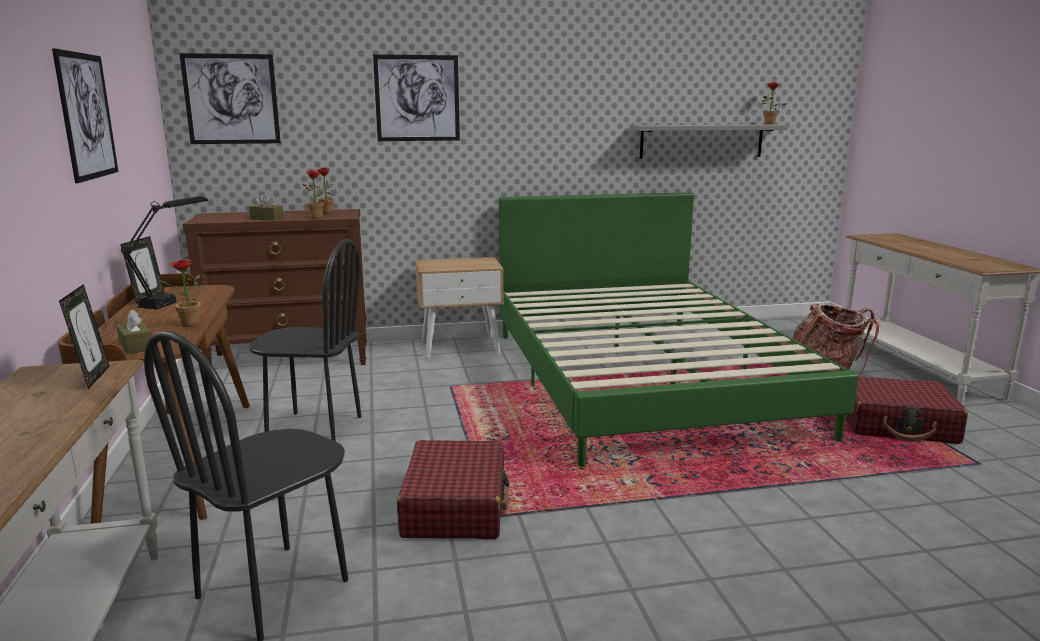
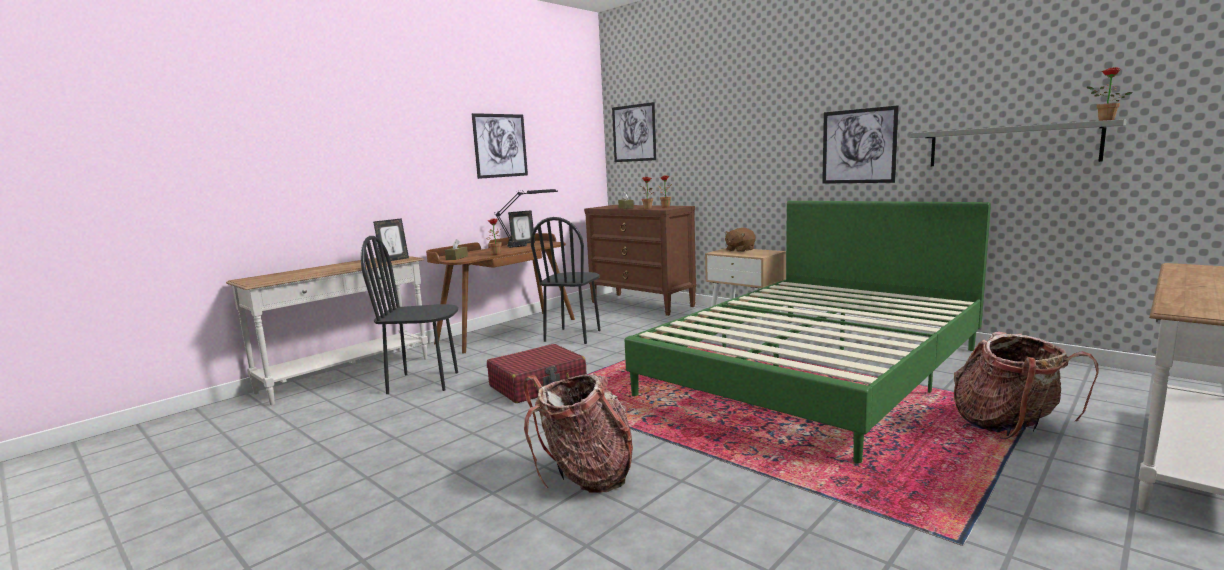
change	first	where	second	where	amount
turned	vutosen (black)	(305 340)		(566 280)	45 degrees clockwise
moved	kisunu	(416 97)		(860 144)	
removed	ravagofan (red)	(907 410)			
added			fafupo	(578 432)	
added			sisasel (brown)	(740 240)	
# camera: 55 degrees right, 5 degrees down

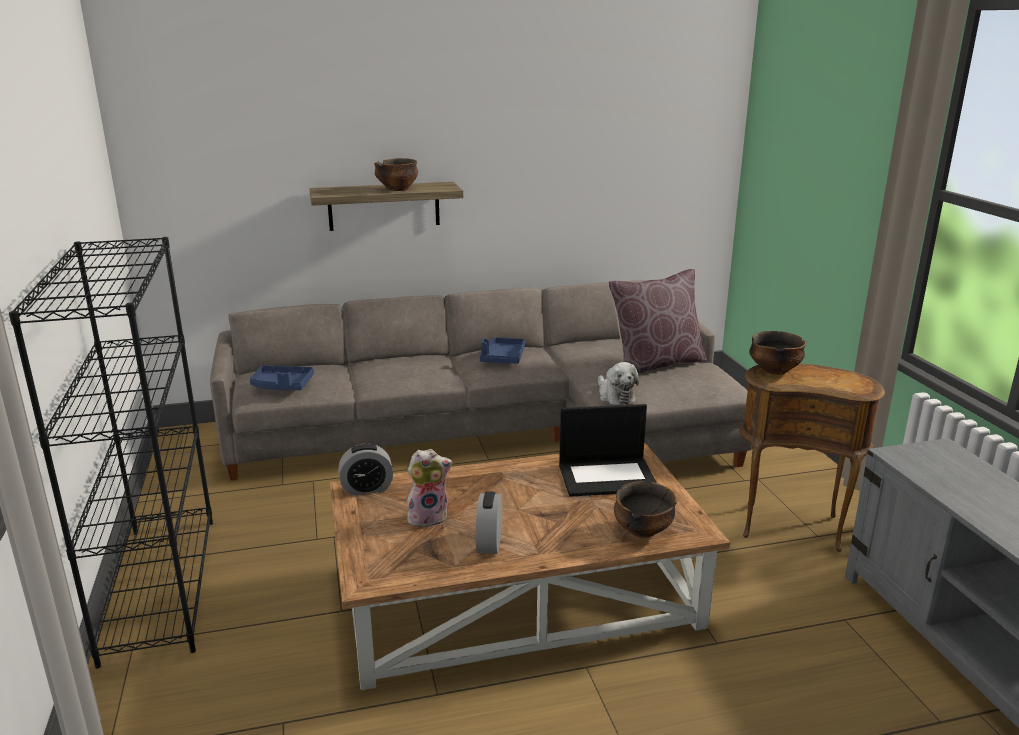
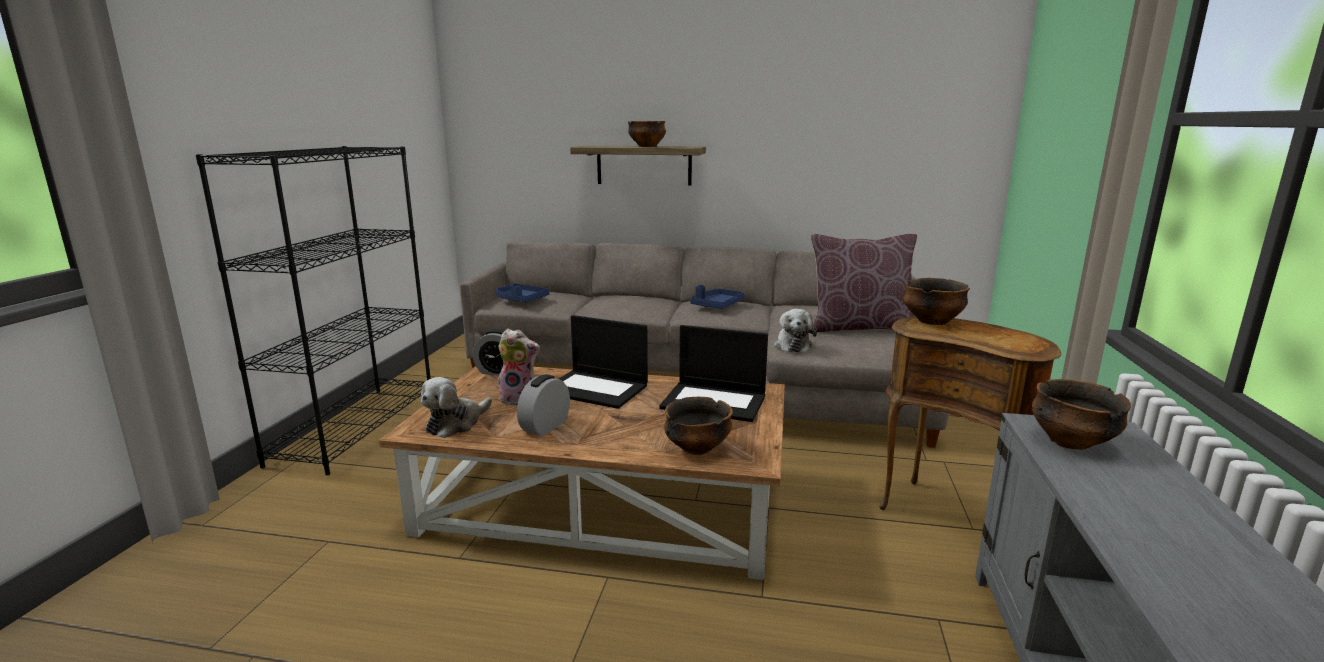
change	first	where	second	where	amount
added			sisasel	(456 407)	
added			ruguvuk	(603 362)	
added			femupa	(1081 414)	
# camera: 25 degrees right, 5 degrees down

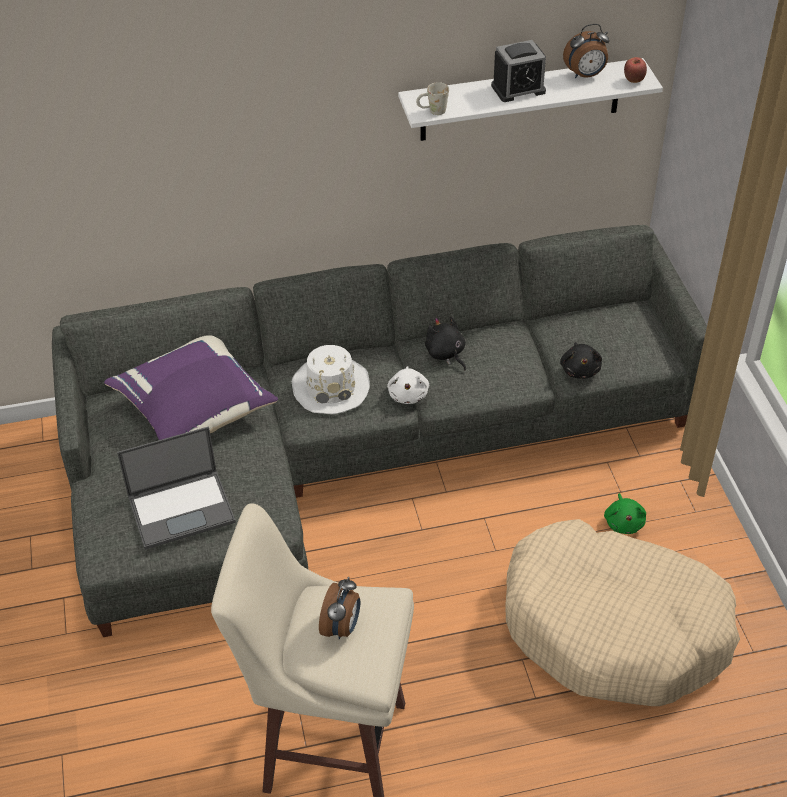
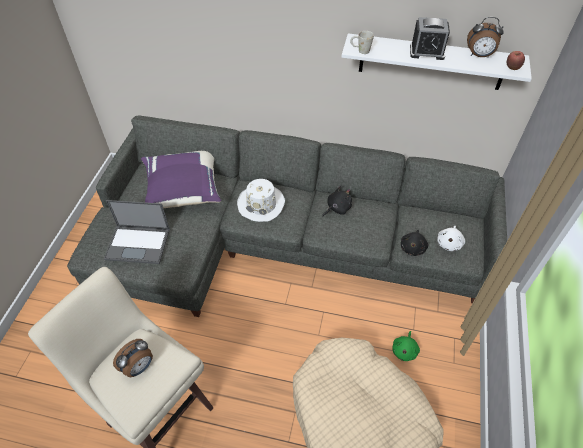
change	first	where	second	where	amount
moved	sisasel (white)	(408 385)		(451 238)	
turned	sisasel (black)	(445 343)		(337 201)	60 degrees clockwise
# camera: 25 degrees right, 5 degrees up

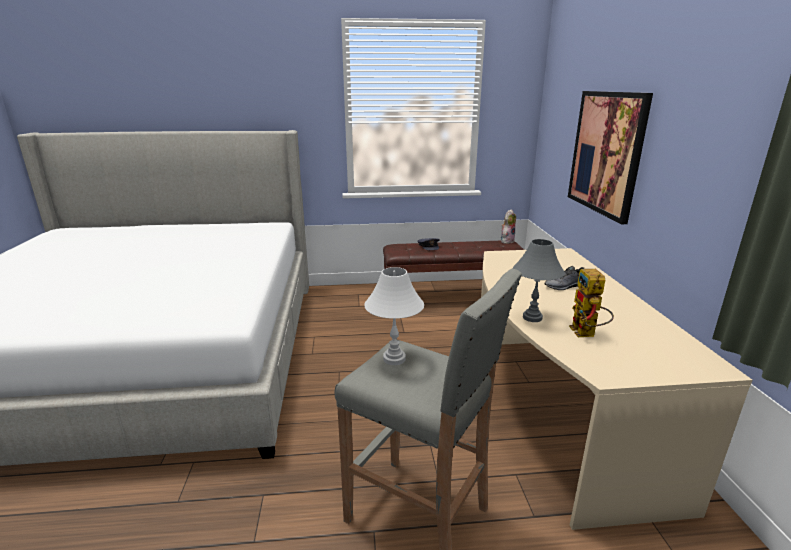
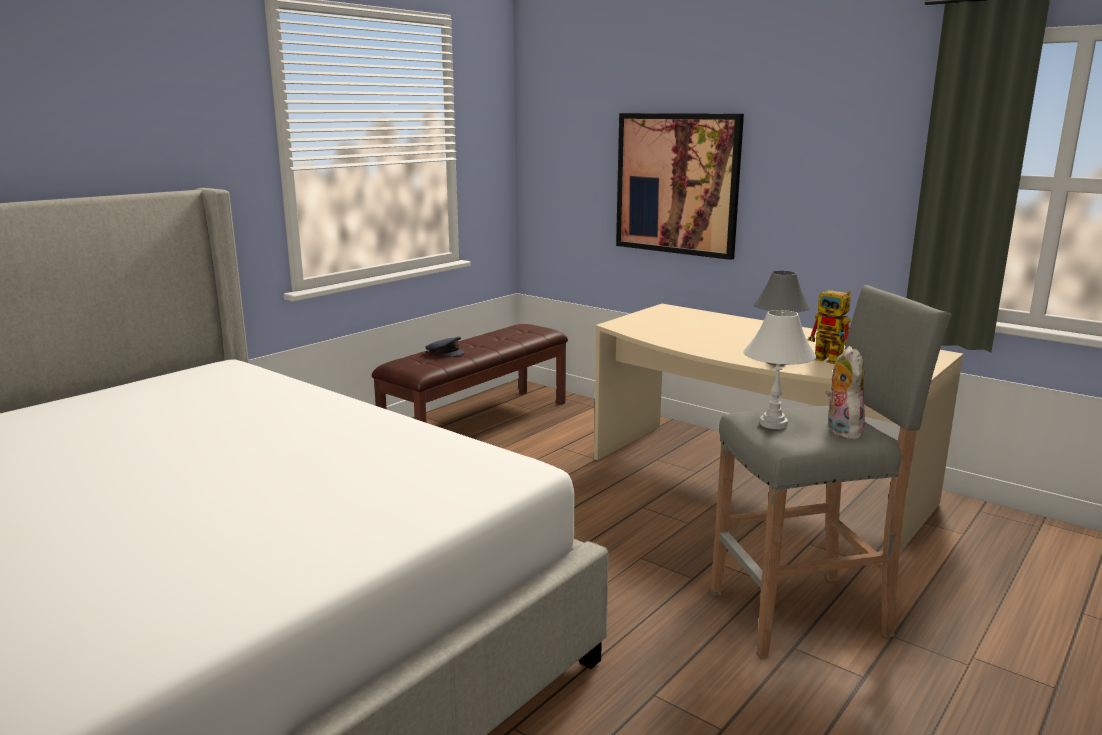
change	first	where	second	where	amount
moved	sisasel	(508 226)		(845 393)	
removed	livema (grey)	(564 278)			
# camera: 45 degrees left, 5 degrees down

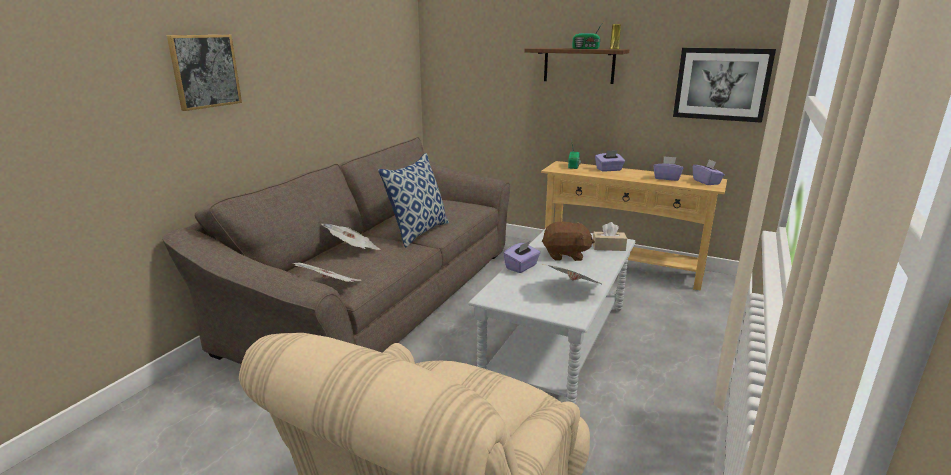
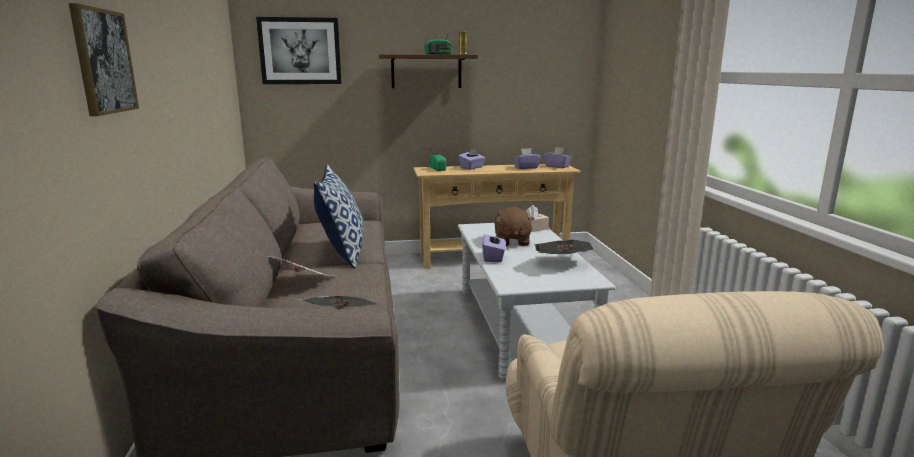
change	first	where	second	where	amount
turned	sisasel (brown)	(568 241)		(515 226)	120 degrees clockwise
moved	kisunu	(724 85)		(299 50)	
# camera: 35 degrees left, 5 degrees down

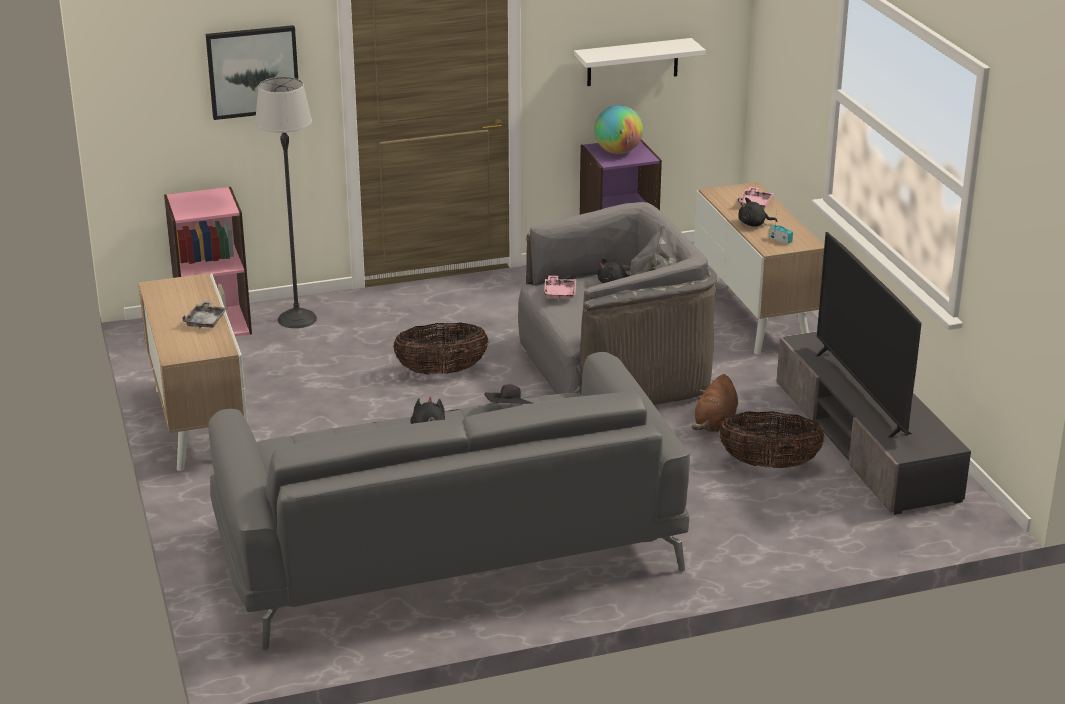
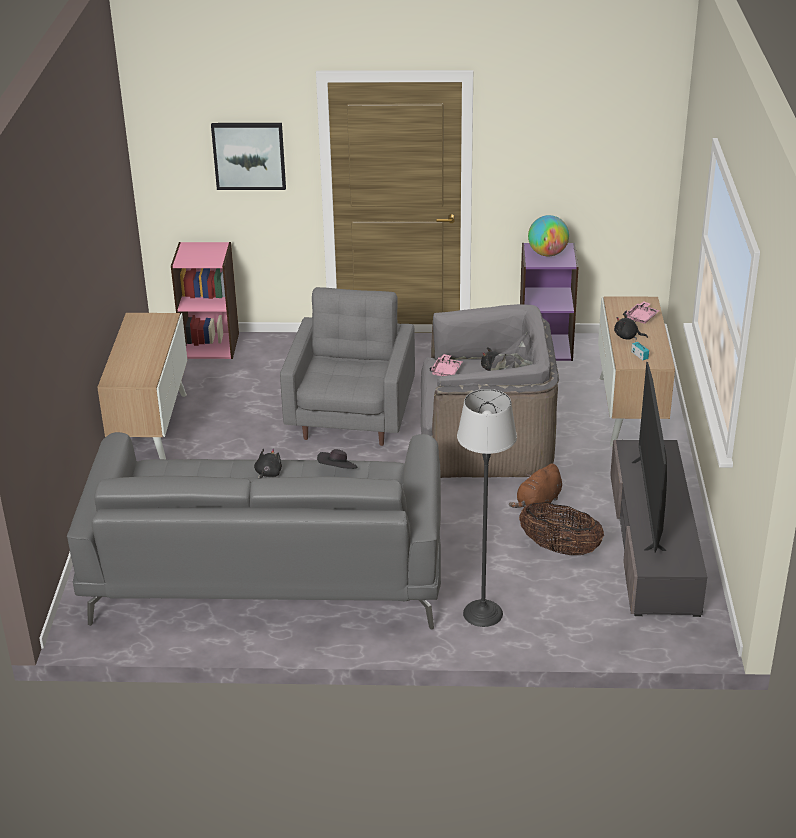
change	first	where	second	where	amount
removed	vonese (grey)	(204 314)			
moved	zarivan	(286 202)		(487 508)	
replaced	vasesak	(441 348)	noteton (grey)	(347 366)	
removed	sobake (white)	(640 62)			
# camera: 20 degrees right, 5 degrees up

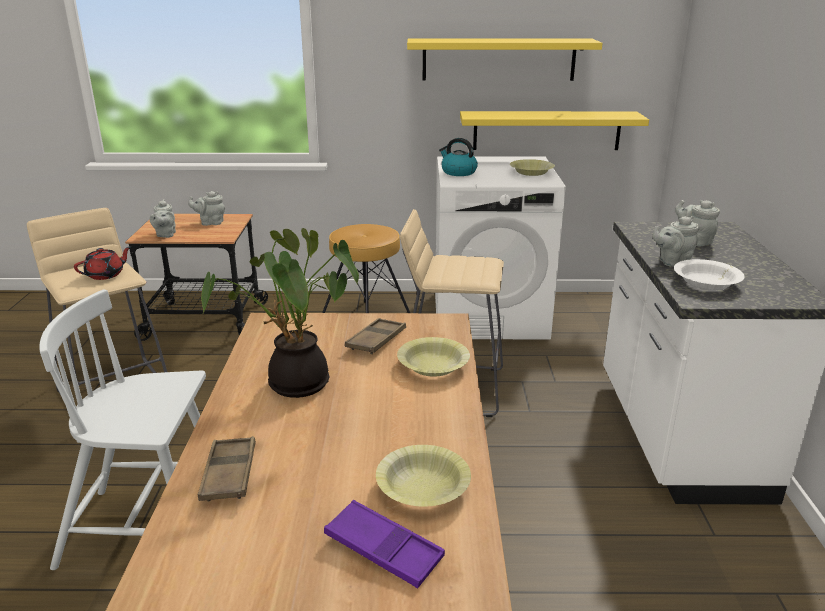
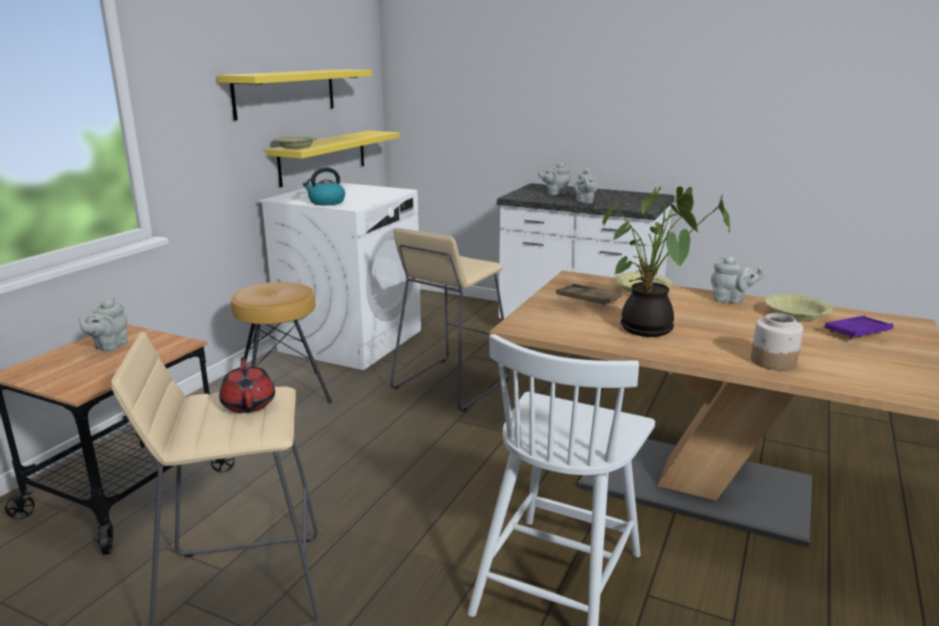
change	first	where	second	where	amount
moved	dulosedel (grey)	(163 218)		(737 279)	
replaced	vonese (brown)	(227 469)	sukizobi	(777 342)	
moved	femupa (yellow)	(532 167)		(295 142)	
removed	femupa (white)	(709 274)			
# camera: 65 degrees left, 5 degrees down

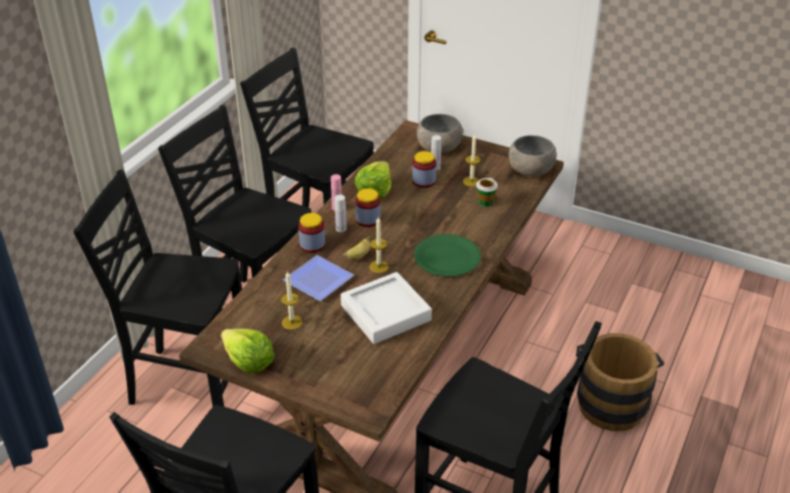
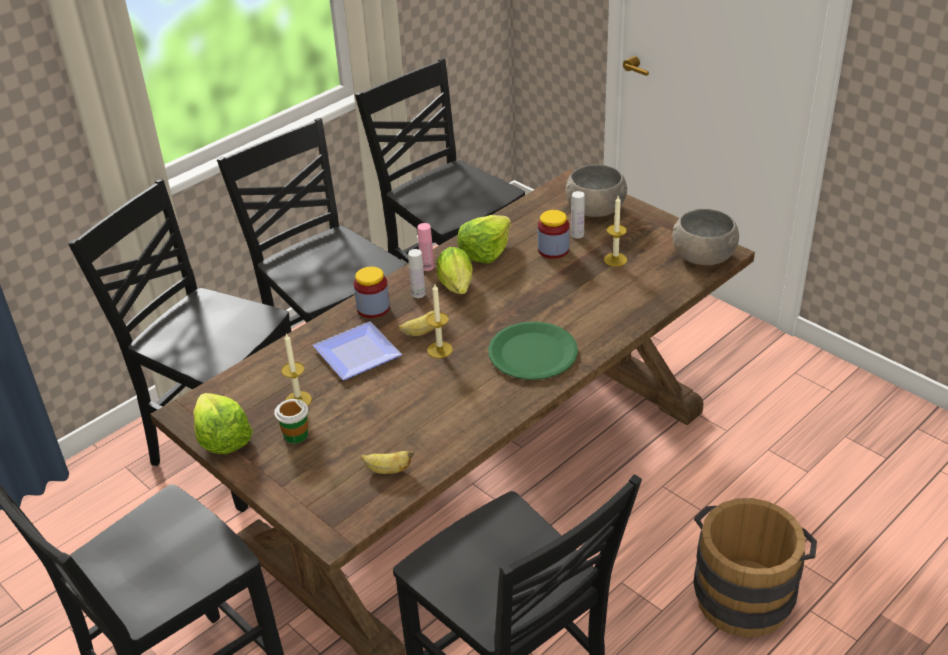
change	first	where	second	where	amount
removed	vonese (white)	(386 308)			
replaced	sukizobi	(368 207)	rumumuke	(455 270)	
moved	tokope	(487 192)		(291 421)	
added			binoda	(387 462)	
# camera: 20 degrees right, 0 degrees up

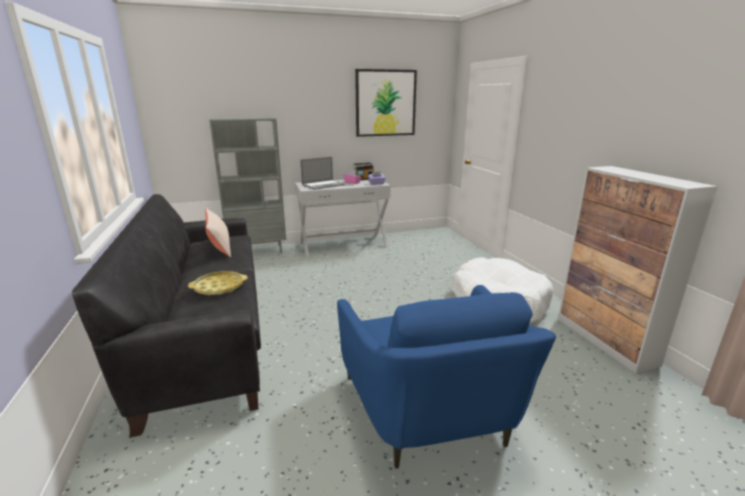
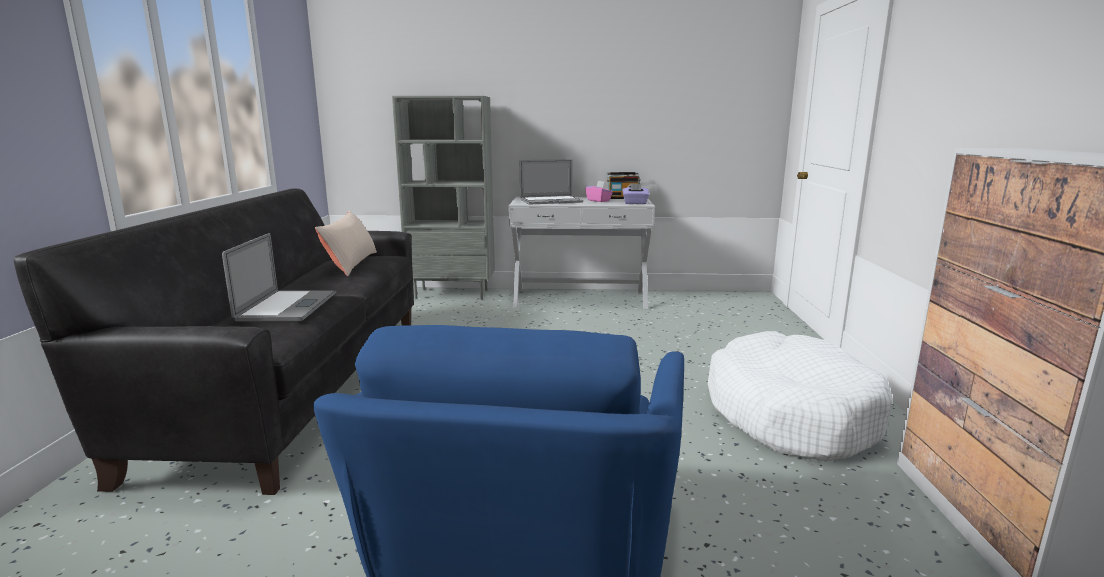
change	first	where	second	where	amount
replaced	vonese (yellow)	(218 283)	ruguvuk	(279 277)	
removed	kisunu	(386 103)			
# camera: 20 degrees right, 5 degrees down

